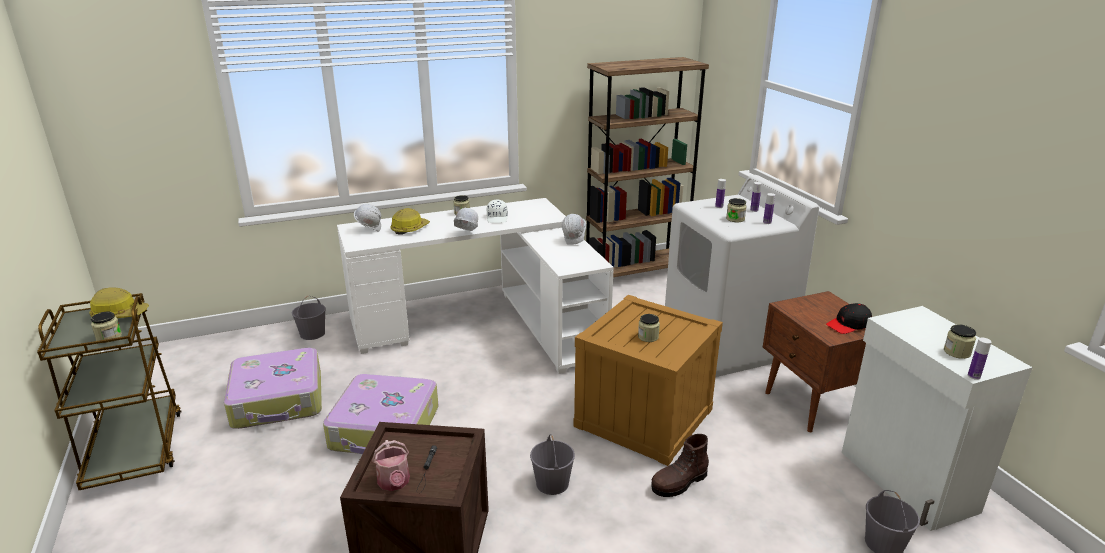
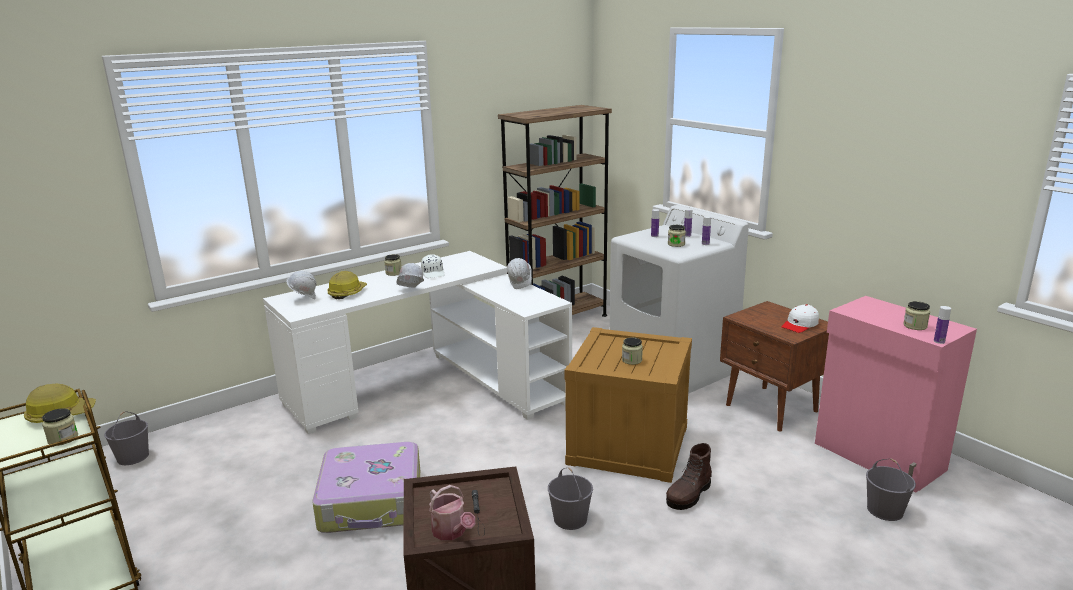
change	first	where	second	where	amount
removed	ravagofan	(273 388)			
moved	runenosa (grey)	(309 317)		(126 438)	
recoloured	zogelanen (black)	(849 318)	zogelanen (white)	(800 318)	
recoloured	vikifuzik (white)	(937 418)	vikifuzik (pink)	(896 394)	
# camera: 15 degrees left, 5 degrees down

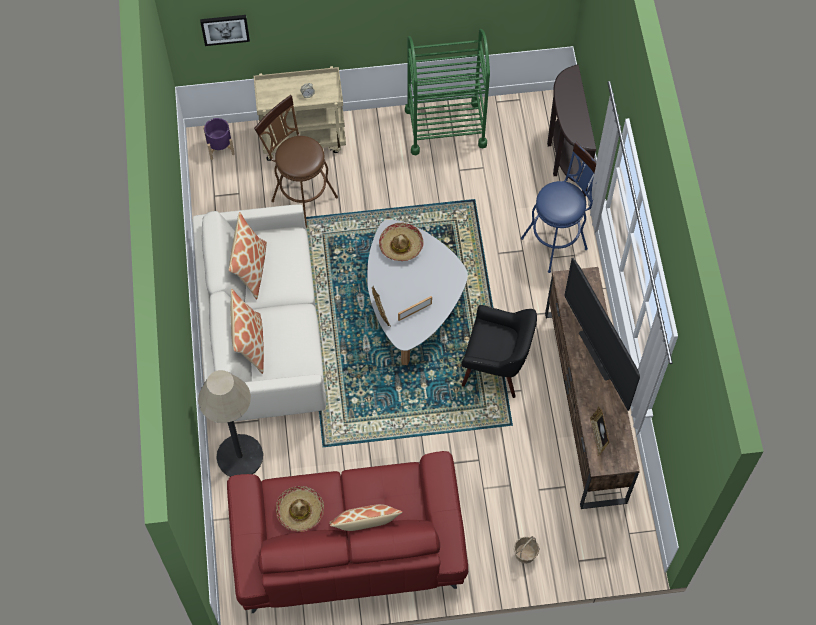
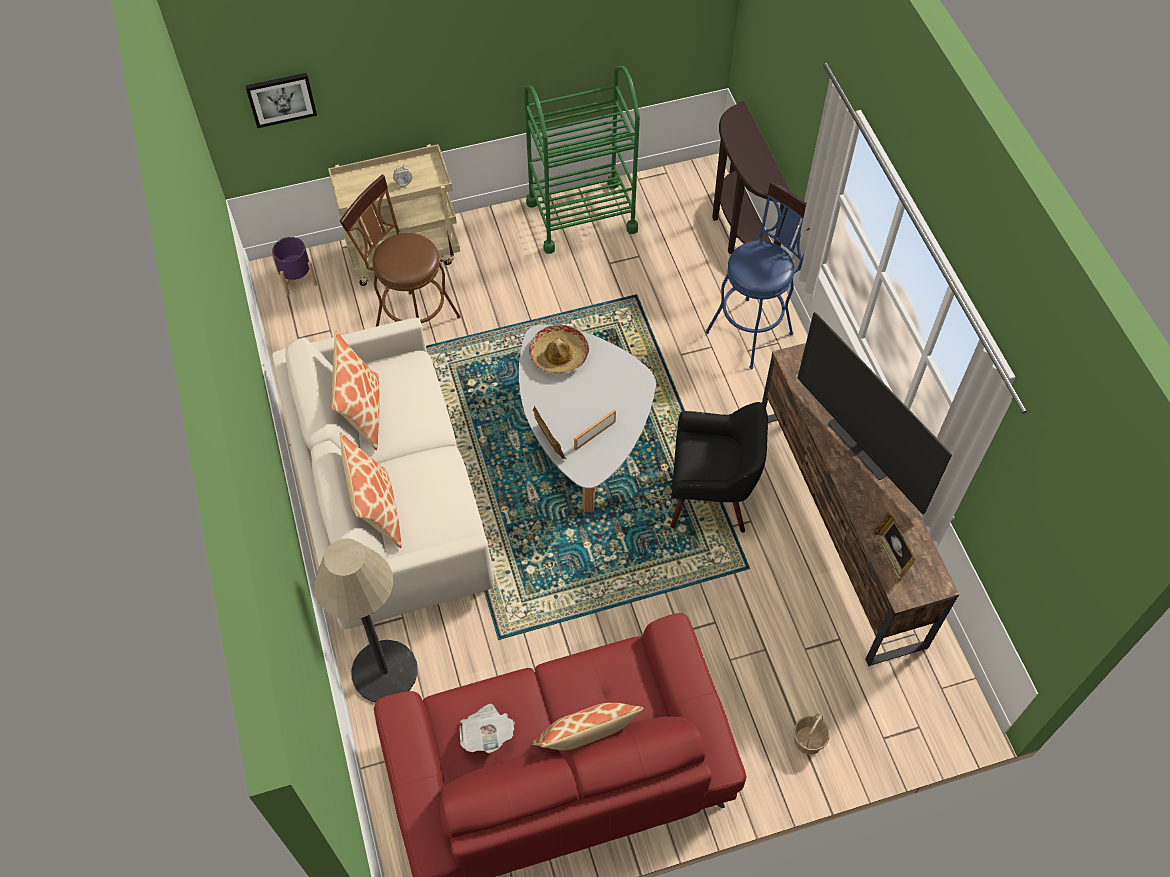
change	first	where	second	where	amount
replaced	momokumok	(300 509)	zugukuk	(487 728)	
# camera: 10 degrees left, 5 degrees down

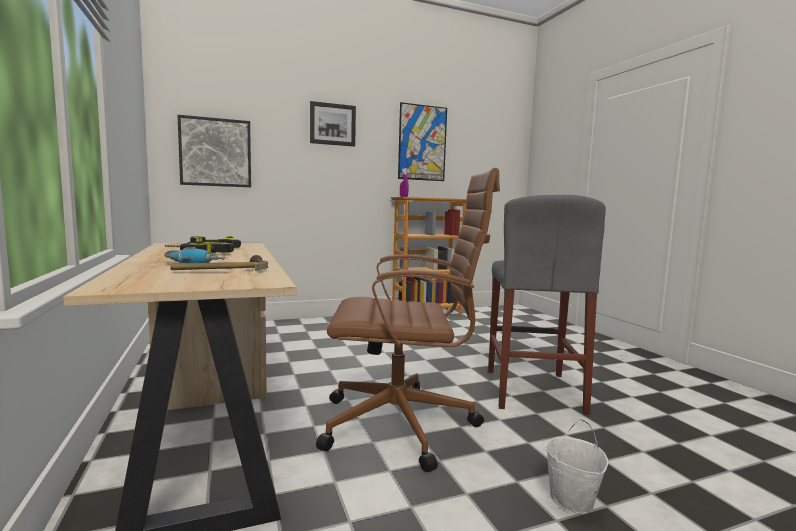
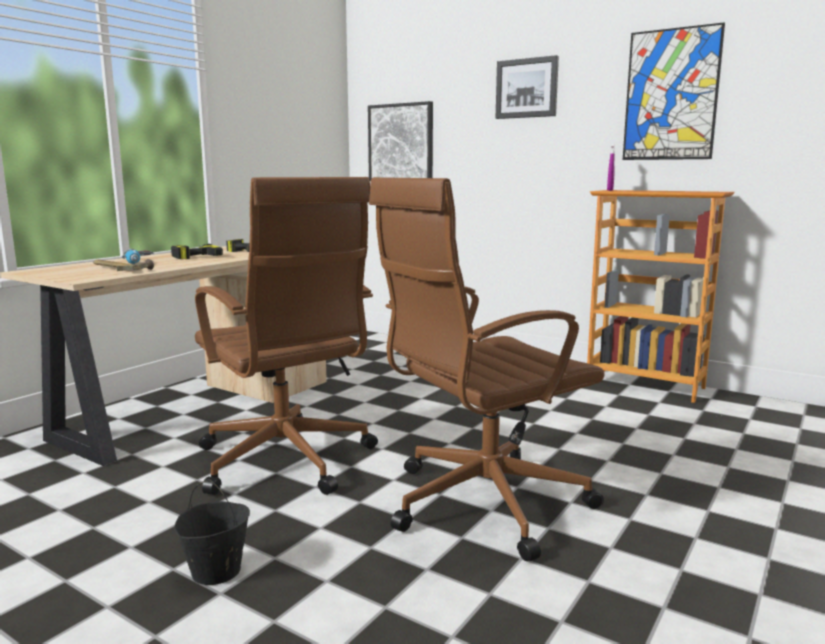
change	first	where	second	where	amount
replaced	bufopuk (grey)	(547 305)	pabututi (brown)	(487 369)	
recoloured	runenosa (white)	(576 466)	runenosa (black)	(212 532)	
# camera: 55 degrees right, 5 degrees up

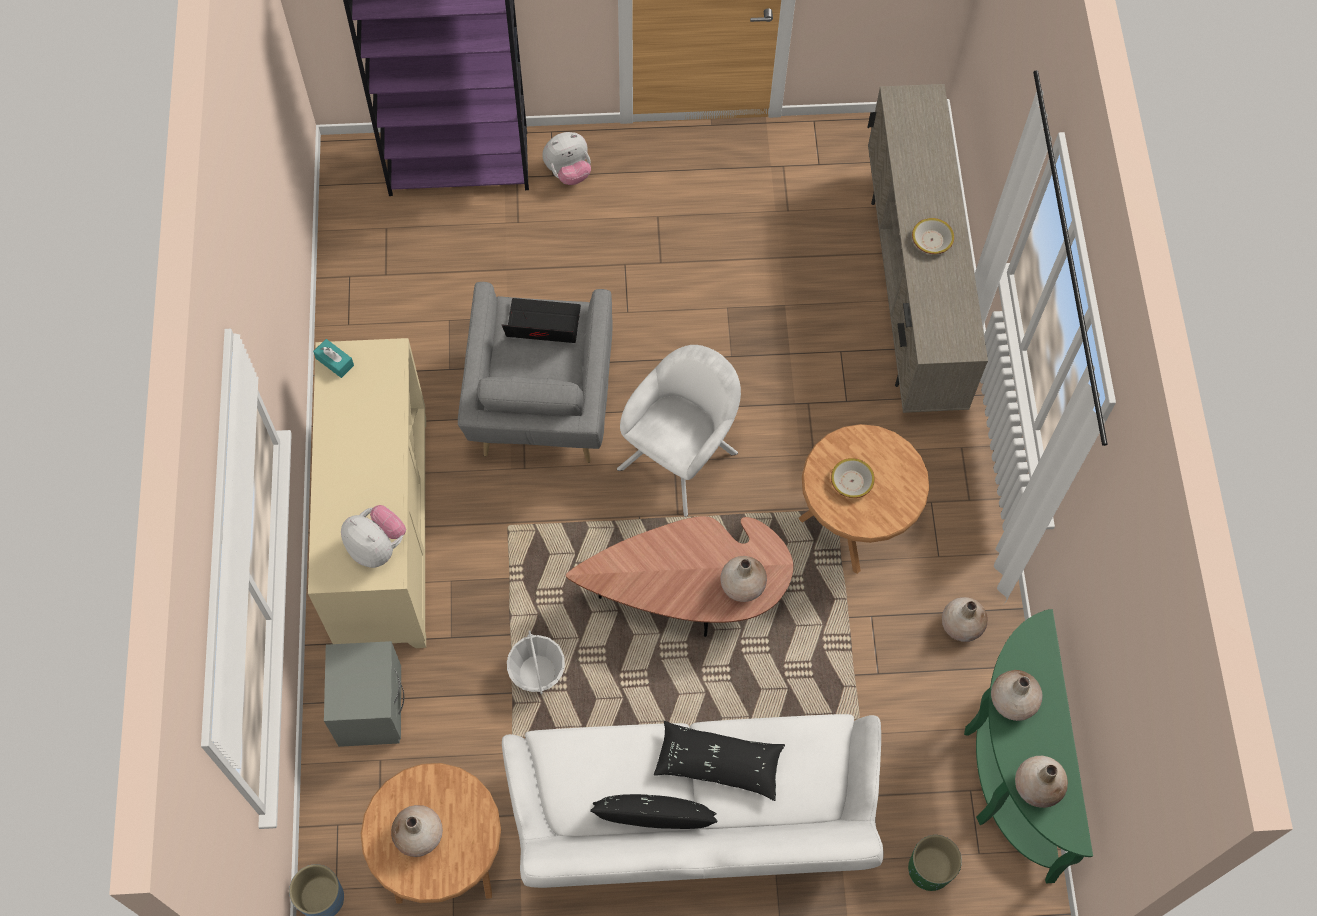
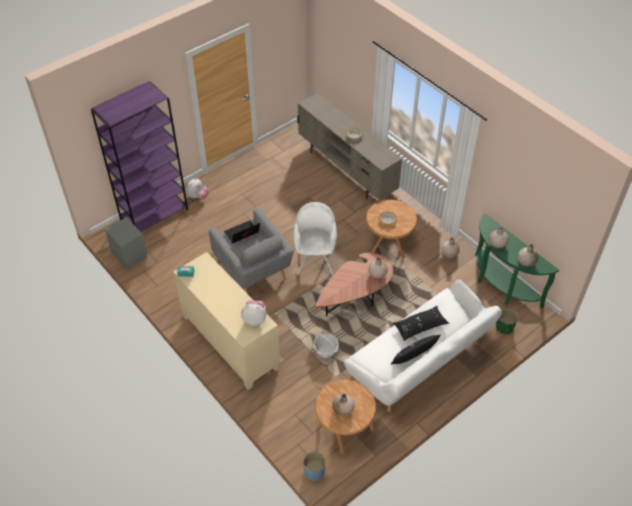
change	first	where	second	where	amount
moved	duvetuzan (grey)	(364 694)		(126 243)	
# camera: 35 degrees left, 15 degrees down

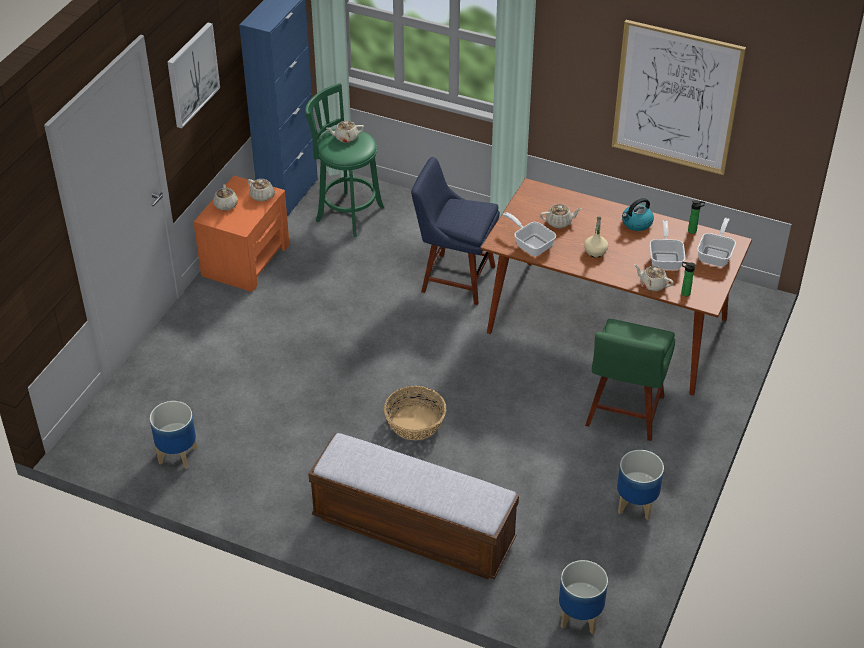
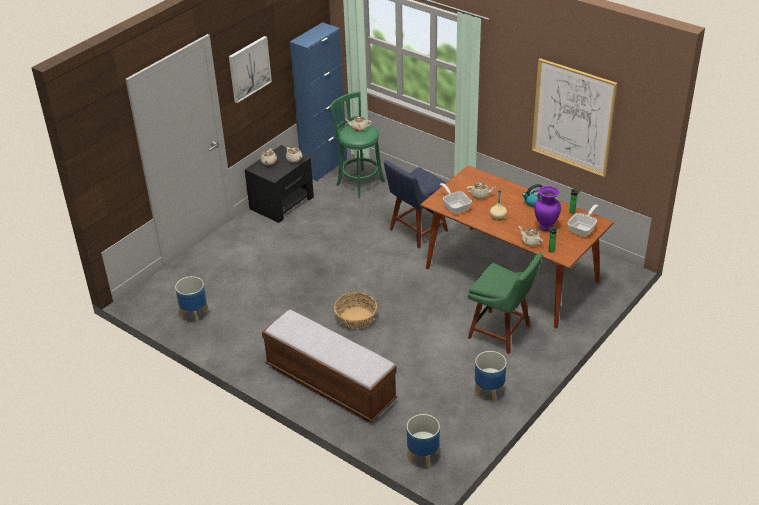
change	first	where	second	where	amount
recoloured	duvetuzan (orange)	(242 234)	duvetuzan (black)	(279 184)	
turned	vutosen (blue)	(455 231)		(416 204)	75 degrees counterclockwise
turned	vutosen (green)	(630 380)		(505 303)	90 degrees counterclockwise
replaced	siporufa	(667 245)	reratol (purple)	(547 208)	
# camera: 15 degrees right, 5 degrees down

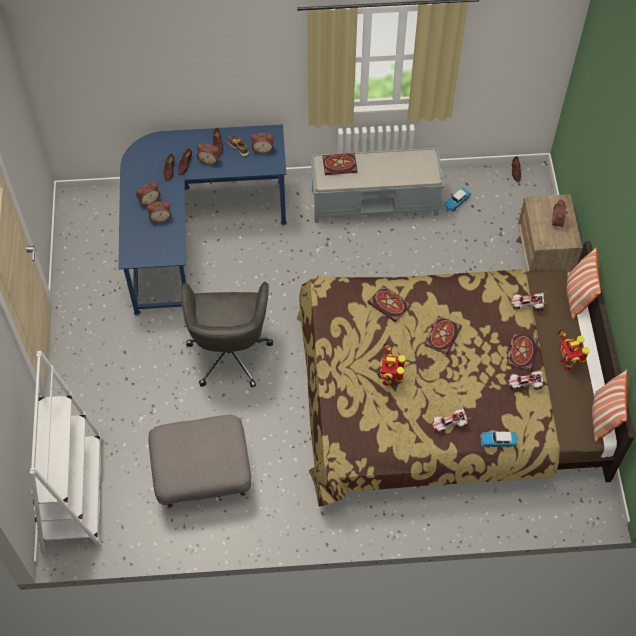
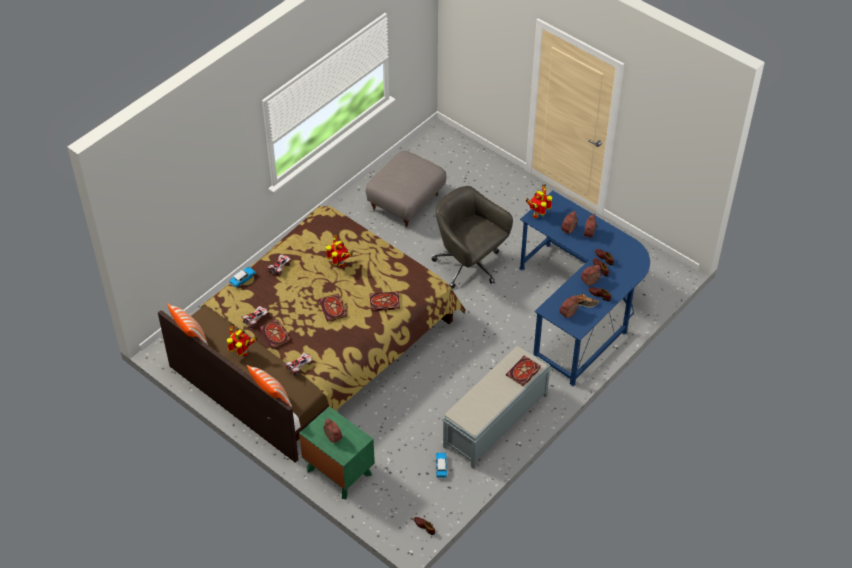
change	first	where	second	where	amount
removed	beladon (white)	(67 452)			
recoloured	duvetuzan (brown)	(549 233)	duvetuzan (green)	(337 452)	
added			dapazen	(538 201)	
# camera: 135 degrees right, 10 degrees down

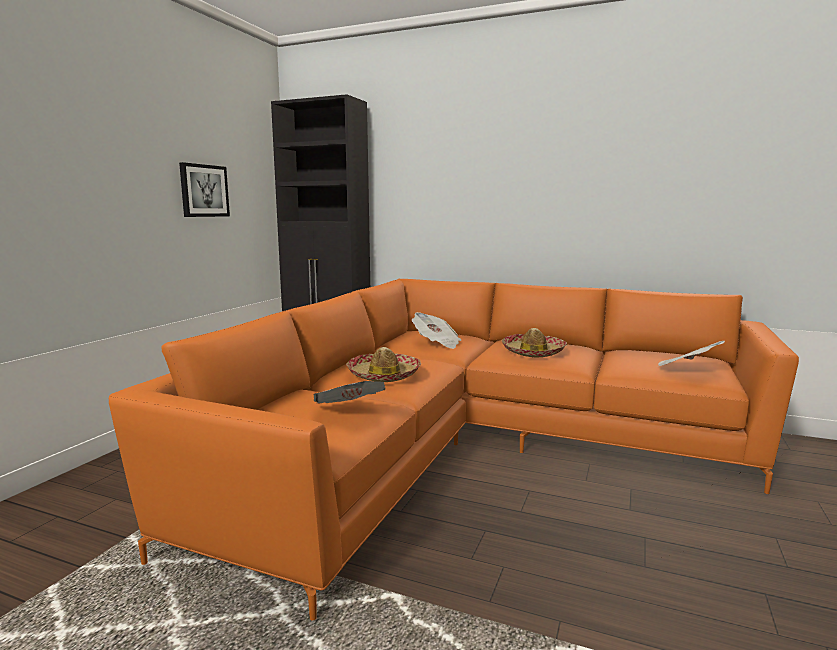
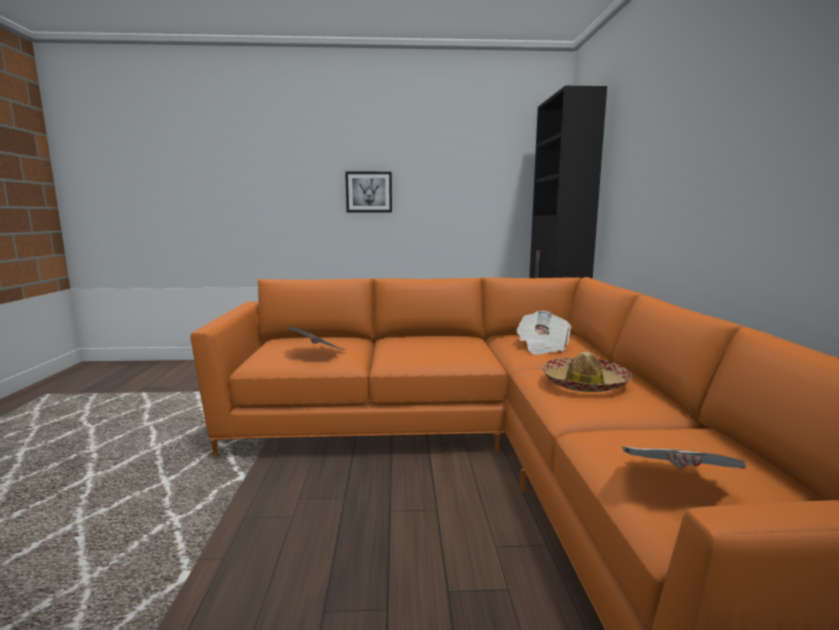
change	first	where	second	where	amount
moved	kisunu	(204 189)		(368 191)	
removed	momokumok	(383 364)			
# camera: 65 degrees right, 0 degrees up

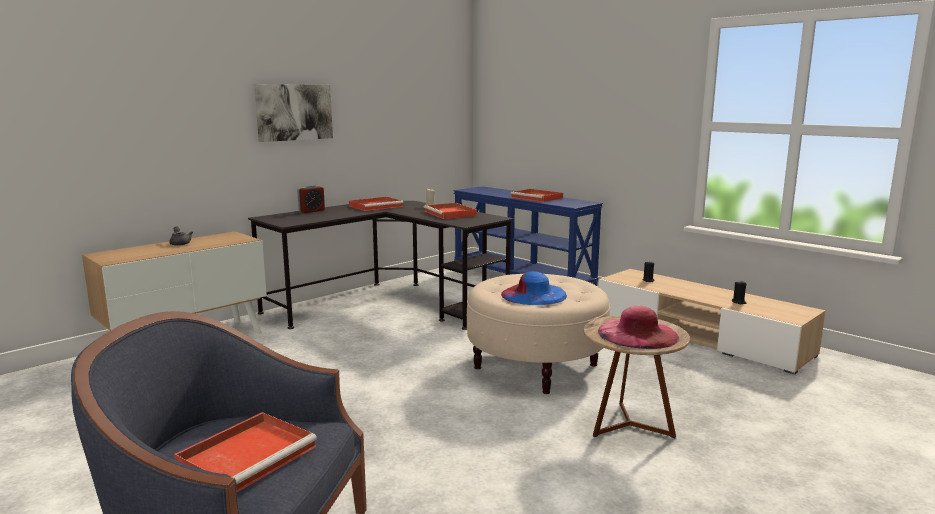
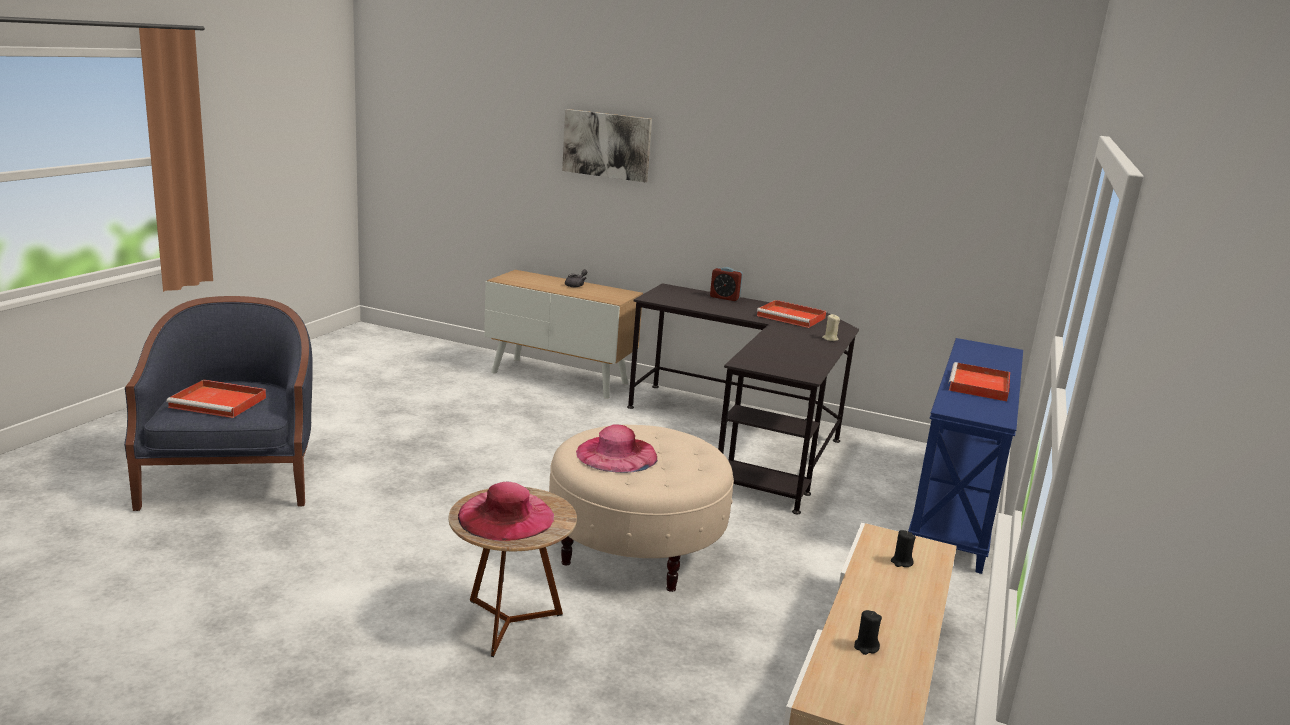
change	first	where	second	where	amount
moved	kisunu	(293 113)		(607 145)	
removed	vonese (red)	(450 211)			
recoloured	momokumok (blue)	(534 288)	momokumok (pink)	(616 448)	
# camera: 65 degrees right, 5 degrees up

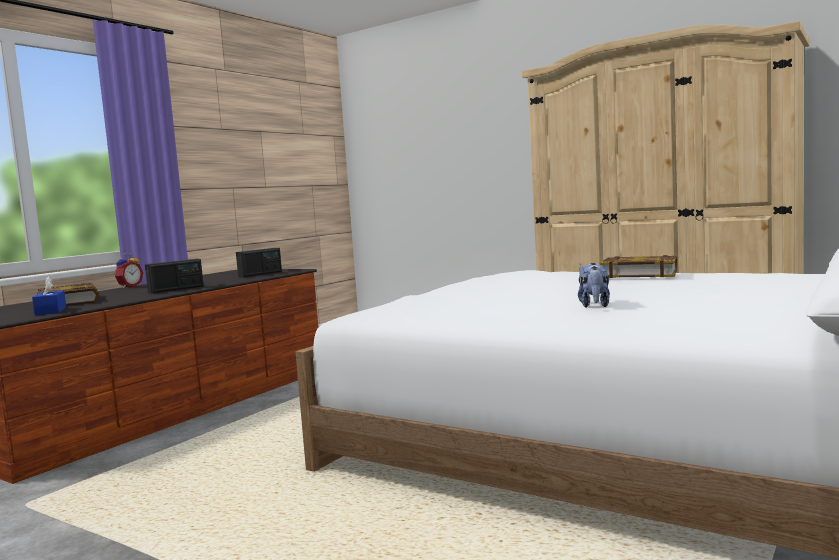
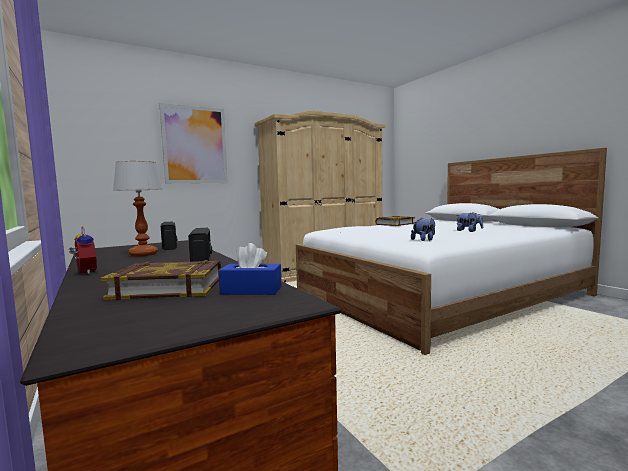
change	first	where	second	where	amount
added			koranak	(138 209)	
added			kisunu	(193 143)	
added			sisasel	(423 229)	
# camera: 65 degrees left, 0 degrees up

